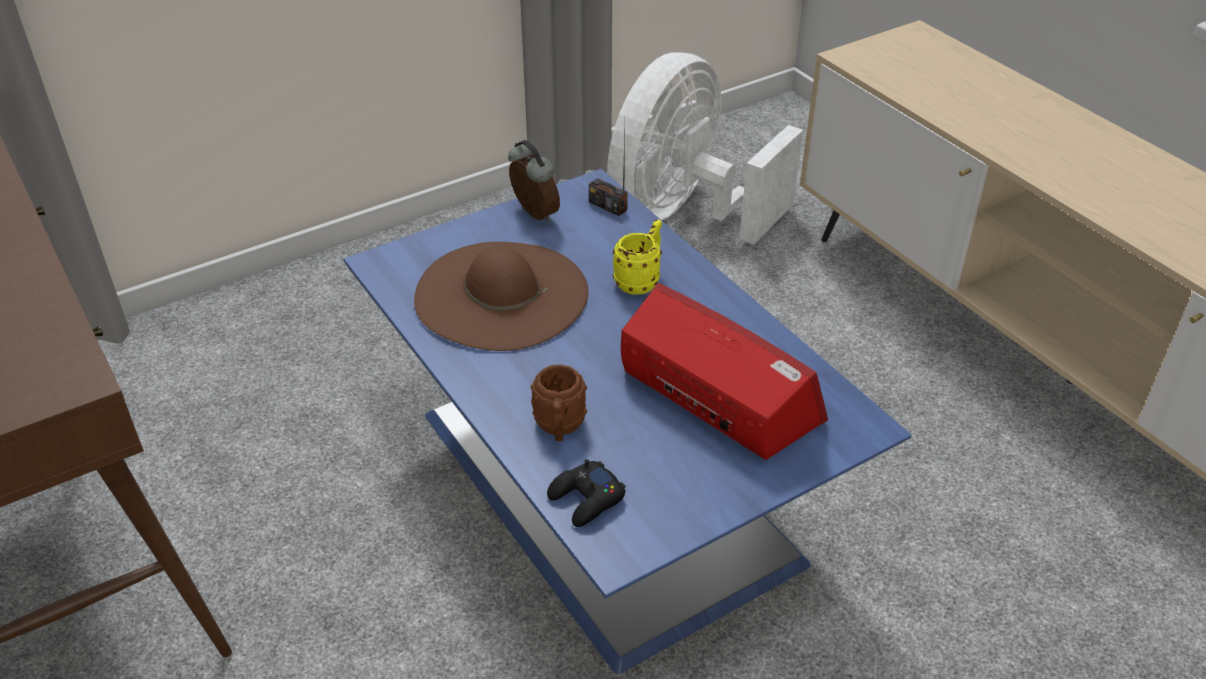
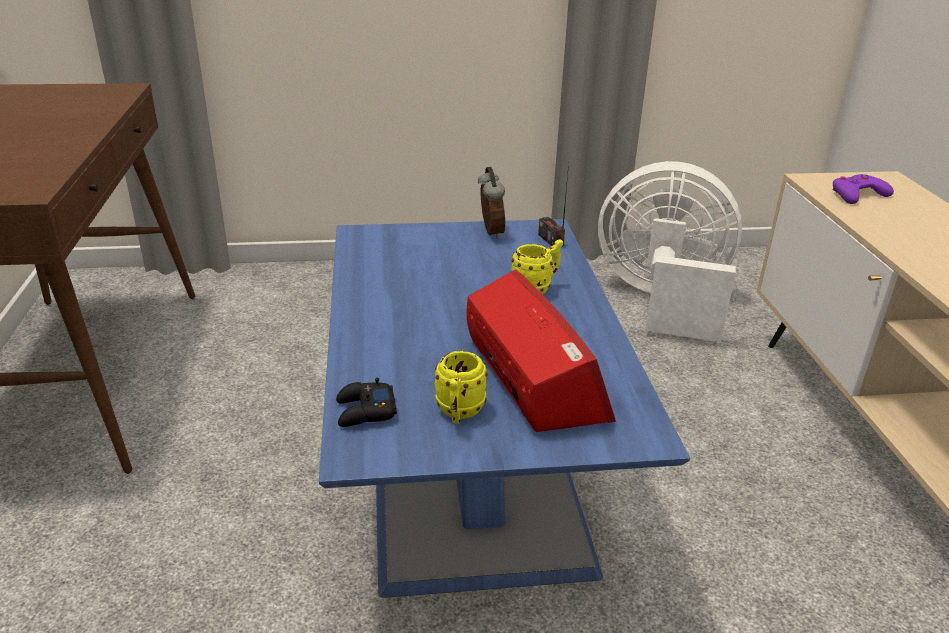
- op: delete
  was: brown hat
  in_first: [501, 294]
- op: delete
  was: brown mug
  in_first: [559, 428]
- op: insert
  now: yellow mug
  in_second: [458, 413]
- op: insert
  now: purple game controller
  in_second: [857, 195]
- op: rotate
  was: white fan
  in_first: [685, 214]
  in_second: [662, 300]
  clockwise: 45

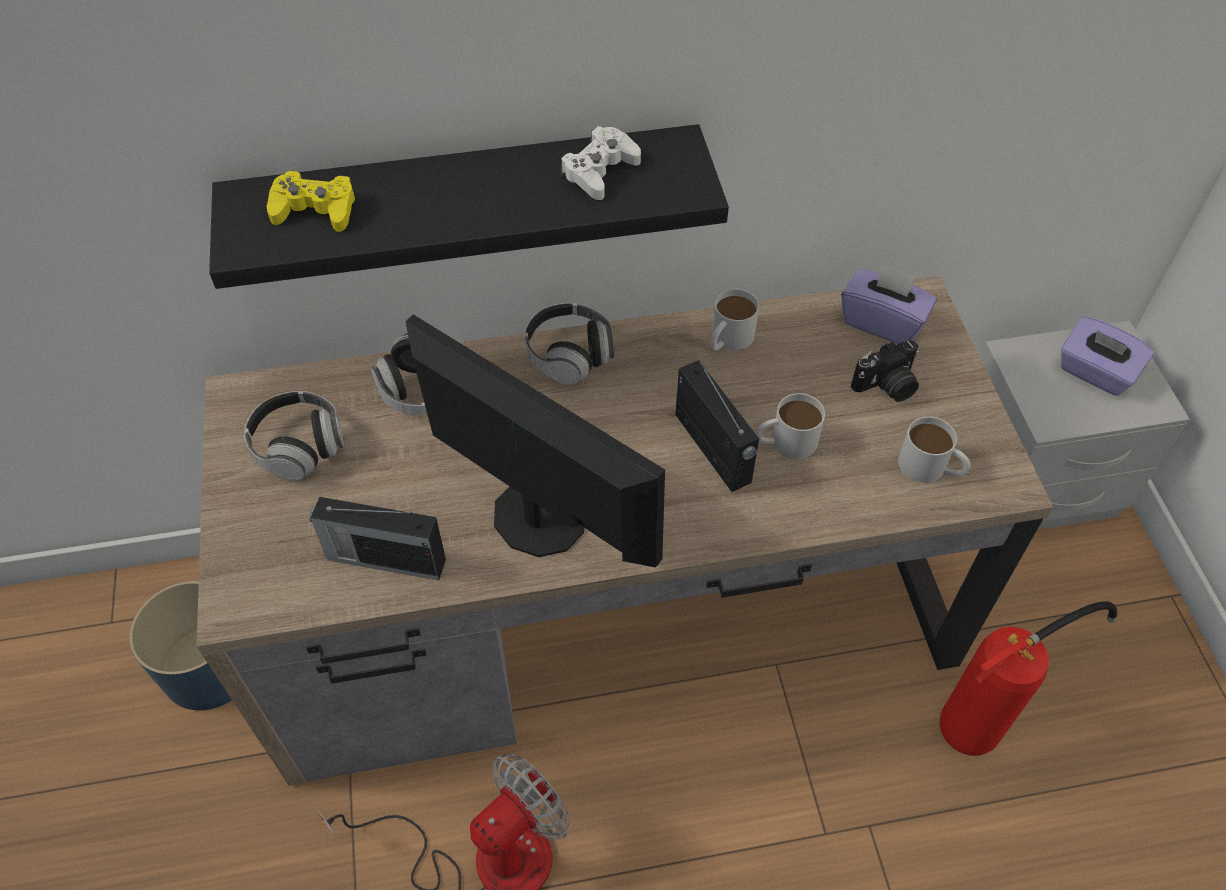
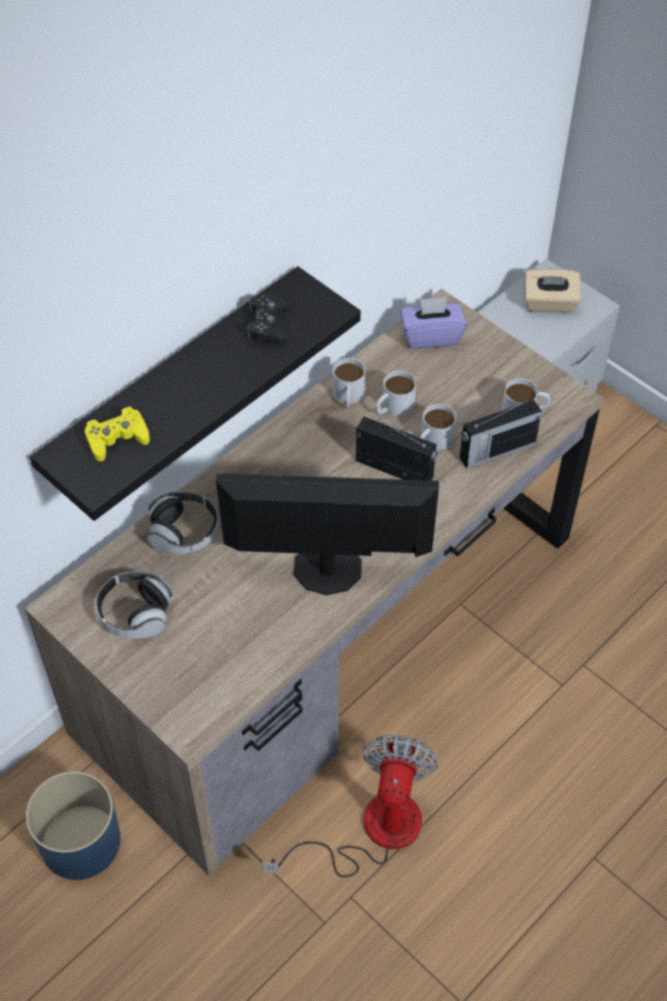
- op: delete
  was: headphones
  in_first: [569, 355]
- op: delete
  was: photo camera
  in_first: [887, 386]
- op: delete
  was: fire extinguisher
  in_first: [995, 712]
- op: insert
  now: white mug
  in_second: [393, 407]
- op: move
  was: radio
  in_first: [384, 558]
  in_second: [496, 451]
- op: recolor
  was: white game controller
  now: black game controller
  in_first: [600, 171]
  in_second: [267, 325]
- op: recolor
  was: purple tissue box
  now: beige tissue box
  in_first: [1095, 373]
  in_second: [549, 303]

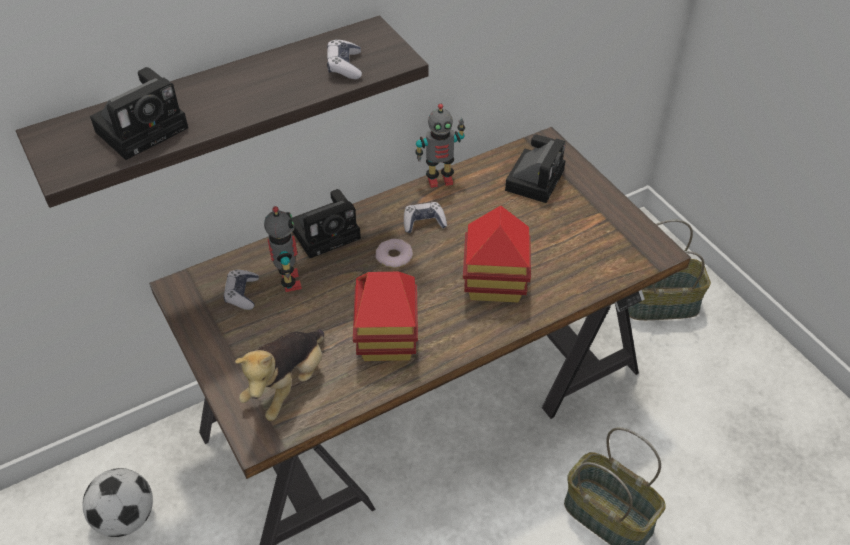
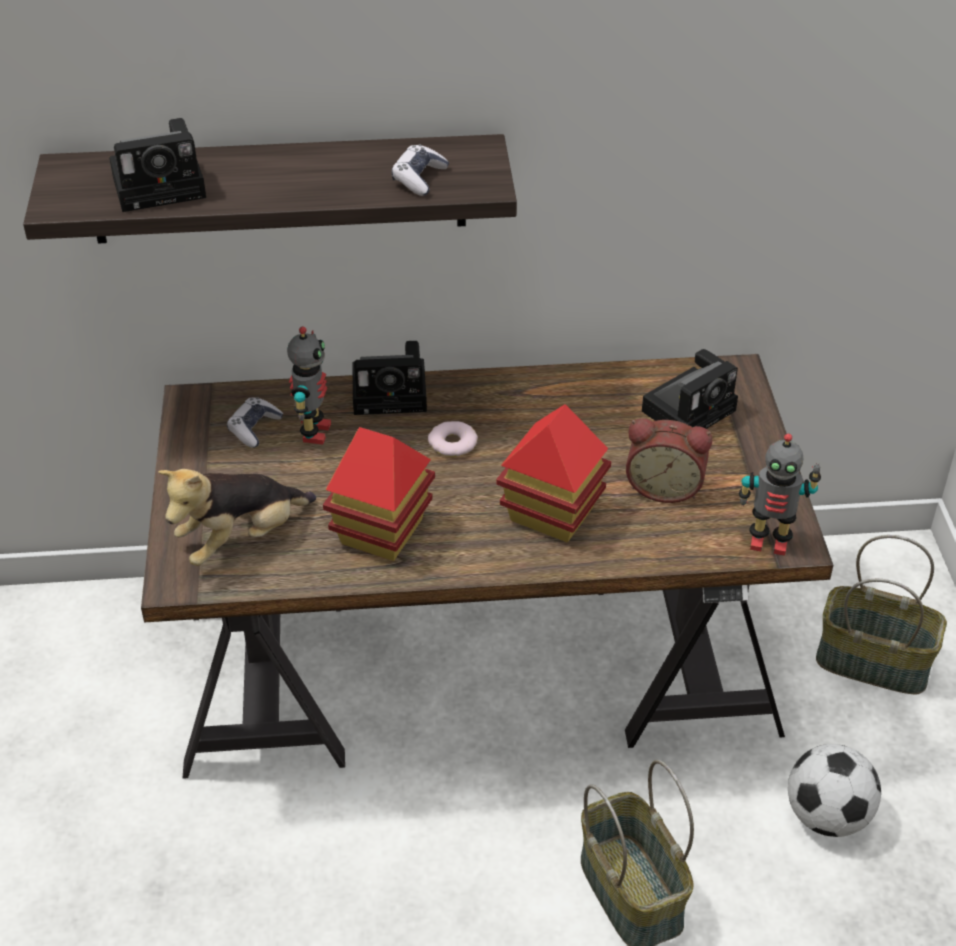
- op: delete
  was: game controller
  in_first: [424, 222]
- op: insert
  now: alarm clock
  in_second: [664, 486]
- op: move
  was: football
  in_first: [126, 518]
  in_second: [827, 816]
- op: move
  was: toy robot
  in_first: [439, 179]
  in_second: [769, 542]

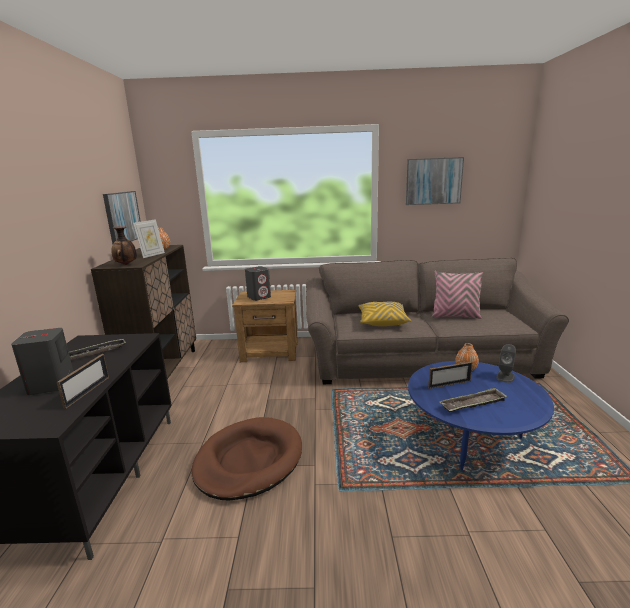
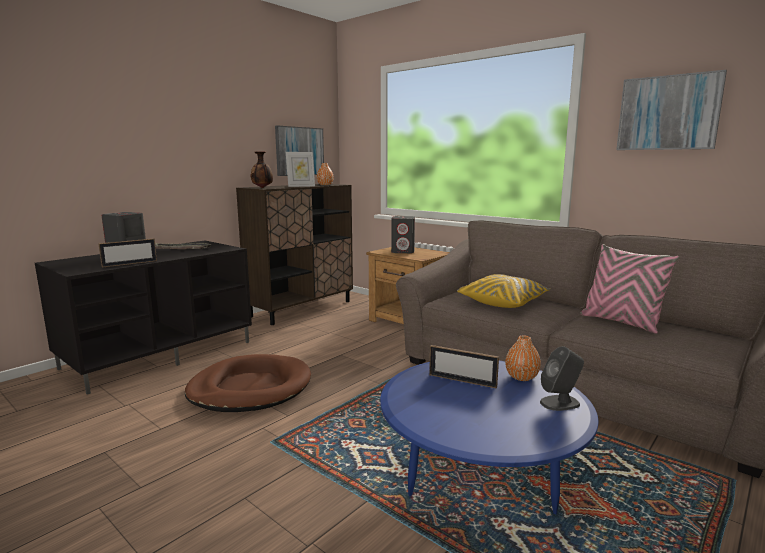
- op: delete
  was: tray
  in_first: [473, 404]

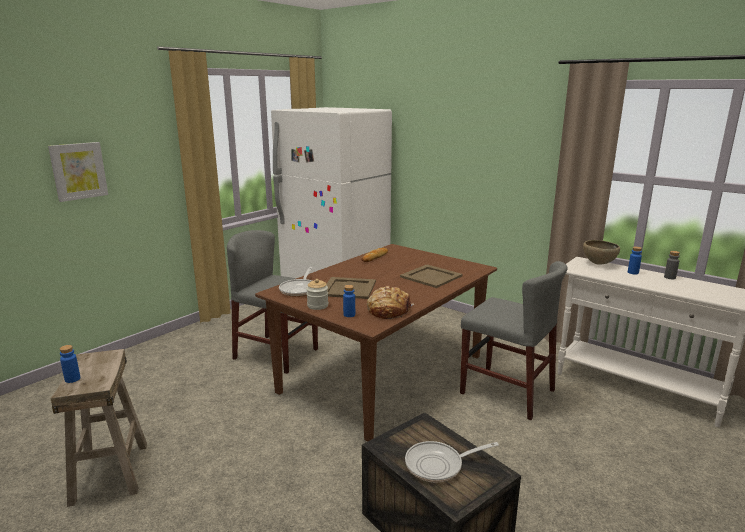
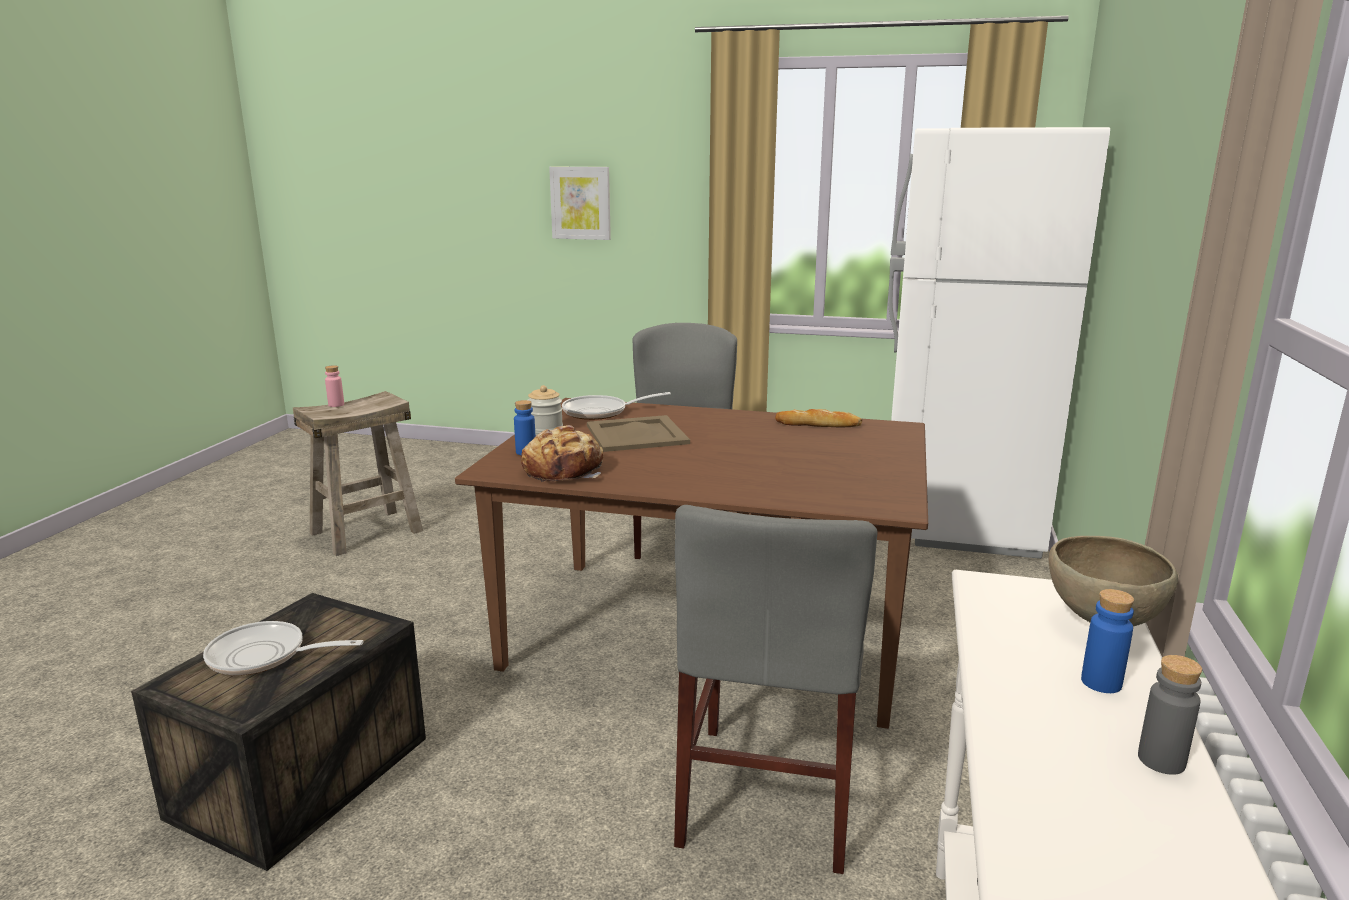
- op: delete
  was: beige tray
  in_first: [431, 276]
- op: recolor
  was: blue bottle
  now: pink bottle
  in_first: [72, 379]
  in_second: [336, 405]
- op: rotate
  was: frying pan
  in_first: [438, 465]
  in_second: [264, 656]
  clockwise: -45

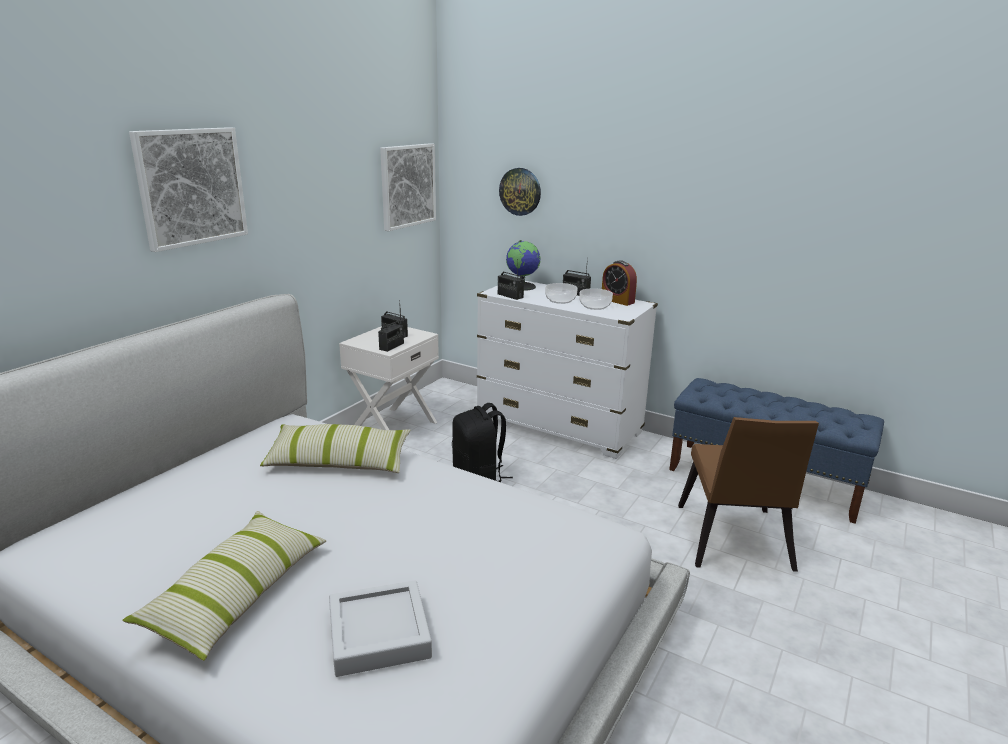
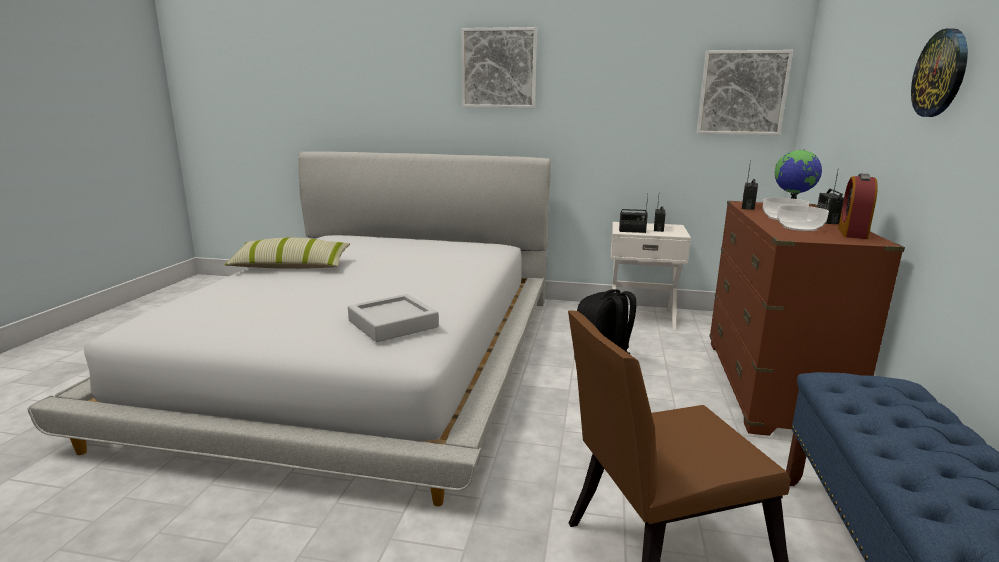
- op: delete
  was: pillow
  in_first: [338, 462]
- op: move
  was: grey tray
  in_first: [379, 634]
  in_second: [393, 324]
- op: move
  was: wall clock
  in_first: [520, 191]
  in_second: [940, 73]
- op: recolor
  was: white dresser
  now: brown dresser
  in_first: [559, 426]
  in_second: [770, 387]

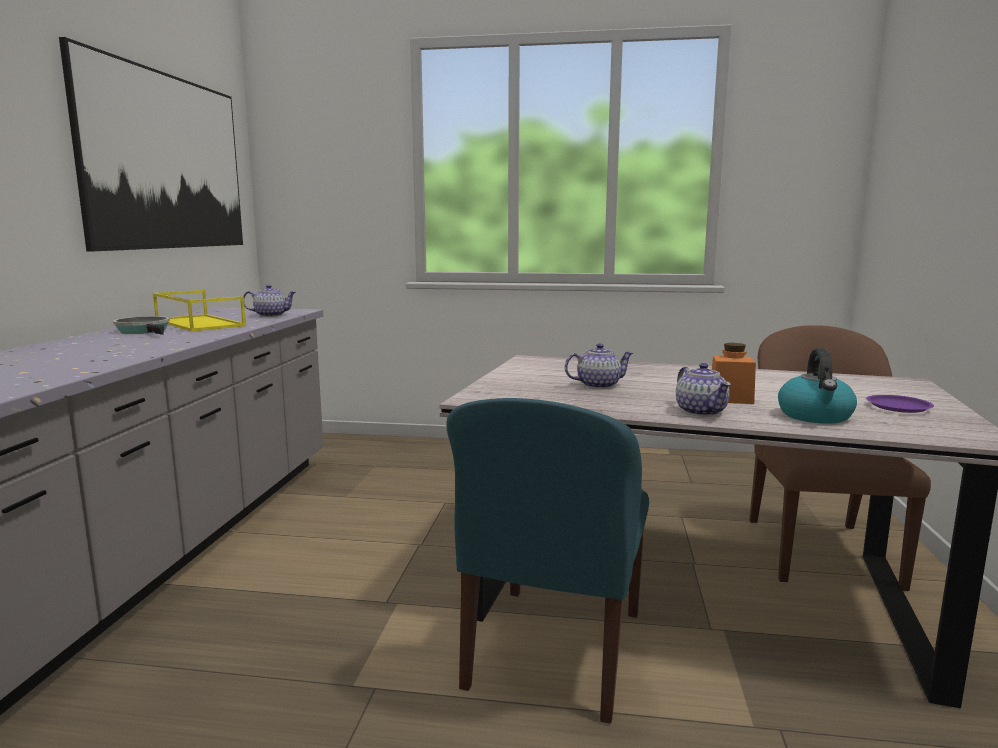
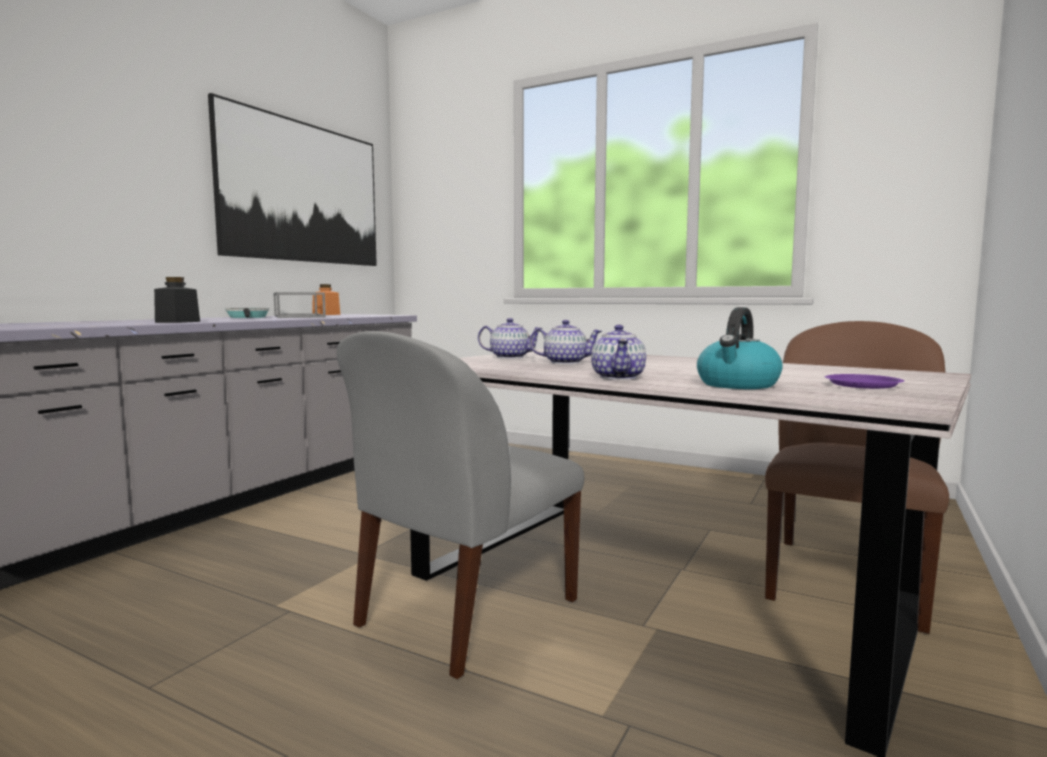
- op: insert
  now: black jar
  in_second: [178, 322]
- op: move
  was: teapot
  in_first: [270, 315]
  in_second: [509, 357]
- op: move
  was: orange jar
  in_first: [730, 399]
  in_second: [326, 314]
- op: recolor
  was: yellow tray
  now: grey tray
  in_first: [197, 323]
  in_second: [297, 316]
- op: recolor
  was: blue chair
  now: grey chair
  in_first: [553, 652]
  in_second: [464, 614]

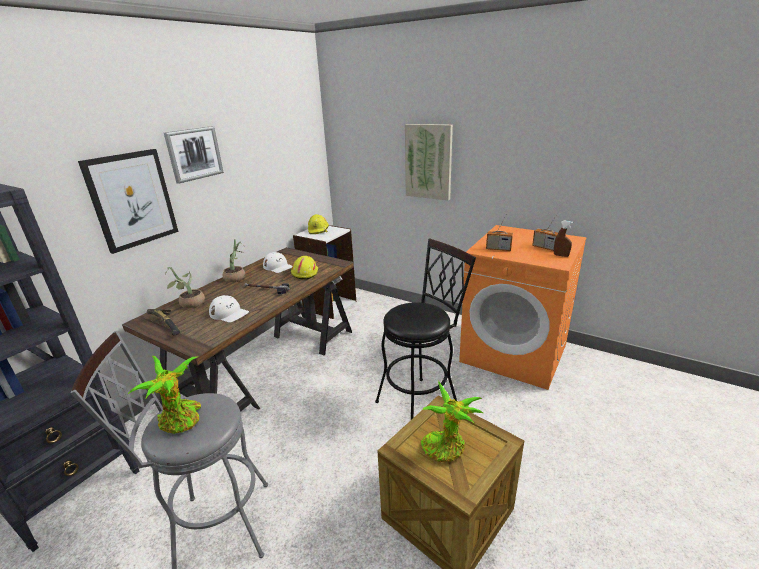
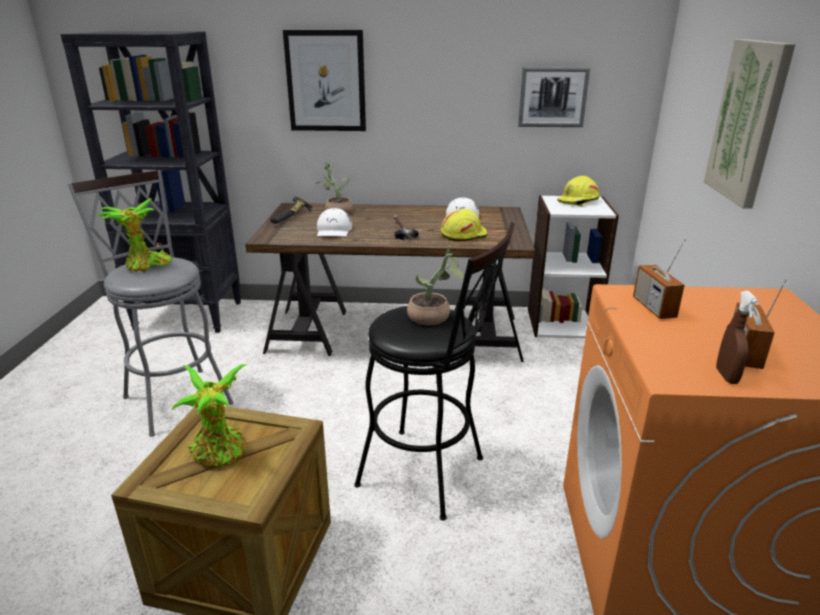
- op: move
  was: picture
  in_first: [194, 154]
  in_second: [552, 97]
- op: move
  was: potted plant
  in_first: [237, 277]
  in_second: [434, 317]

